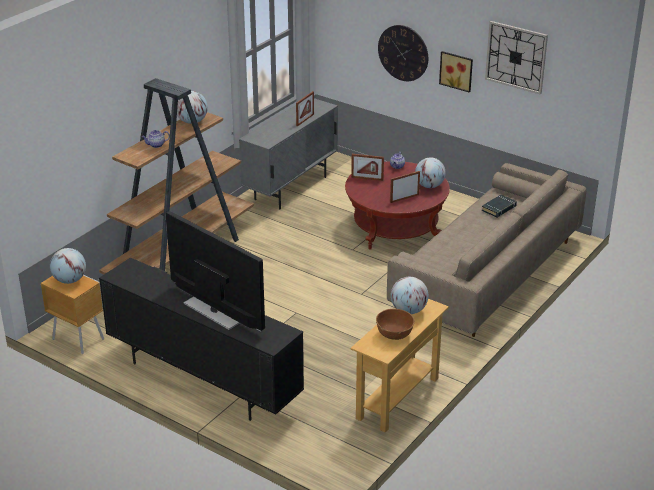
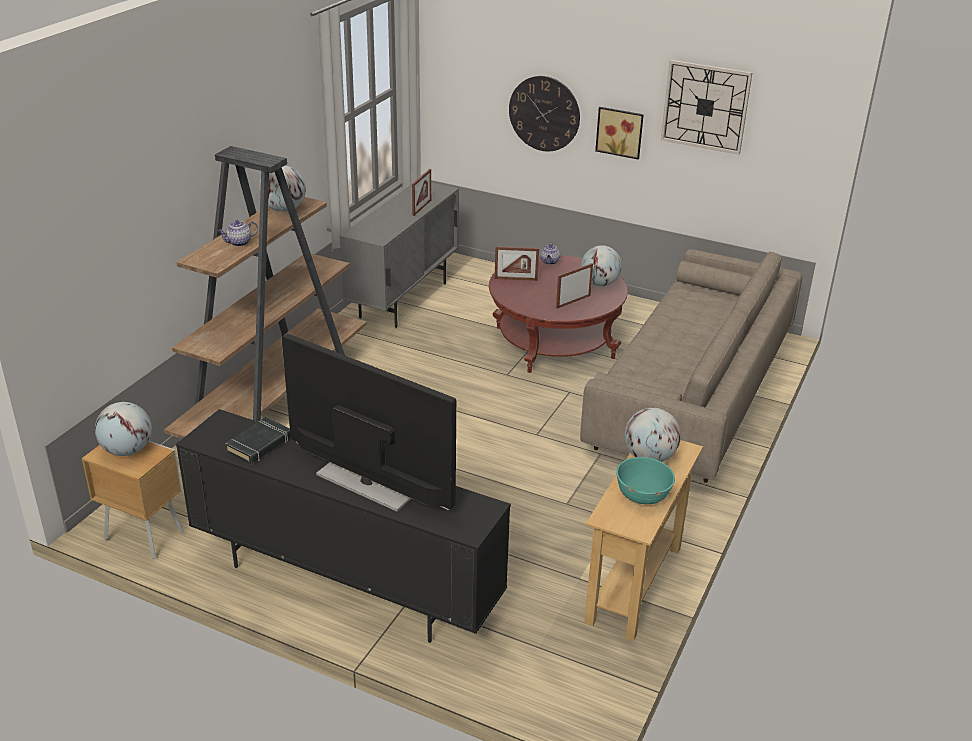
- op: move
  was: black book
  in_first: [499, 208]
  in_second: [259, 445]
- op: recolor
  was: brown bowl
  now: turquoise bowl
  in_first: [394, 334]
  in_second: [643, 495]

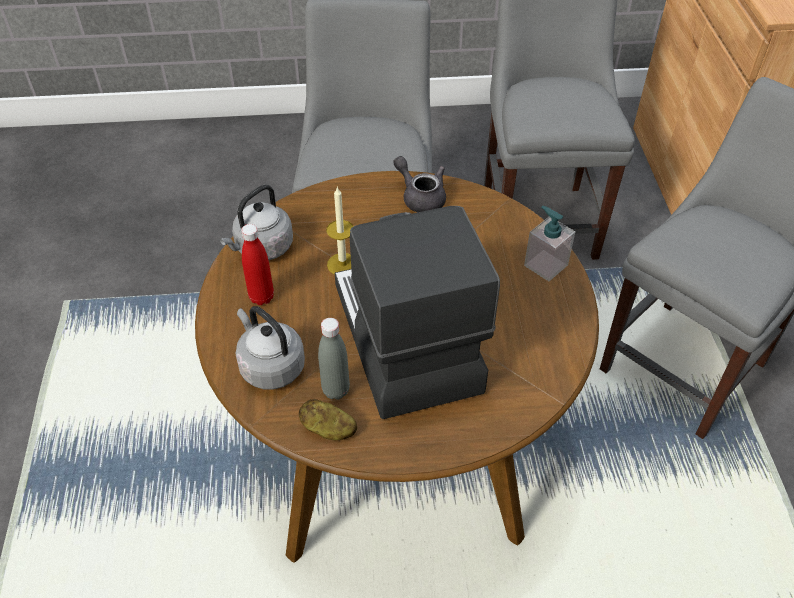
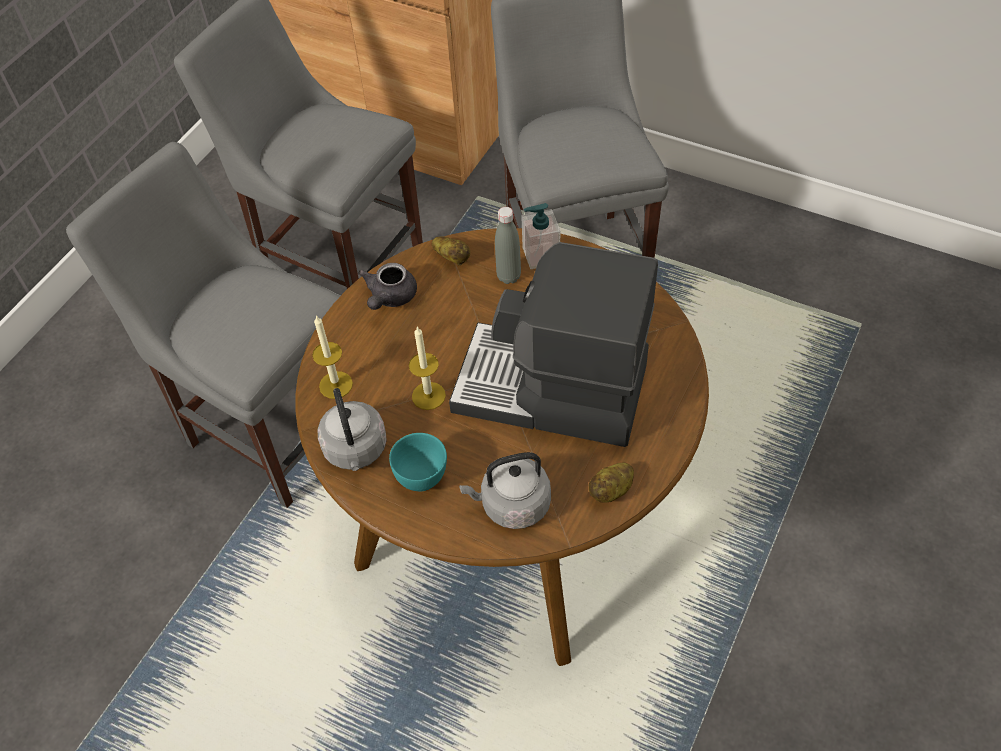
- op: insert
  now: candle
  in_second: [336, 385]
- op: insert
  now: potato
  in_second: [452, 258]
- op: move
  was: grey bottle
  in_first: [336, 390]
  in_second: [509, 276]
- op: replace
  was: red bottle
  now: turquoise bowl
  in_first: [261, 297]
  in_second: [422, 477]
- op: rotate
  was: grey teapot
  in_first: [420, 197]
  in_second: [390, 298]
  clockwise: -60

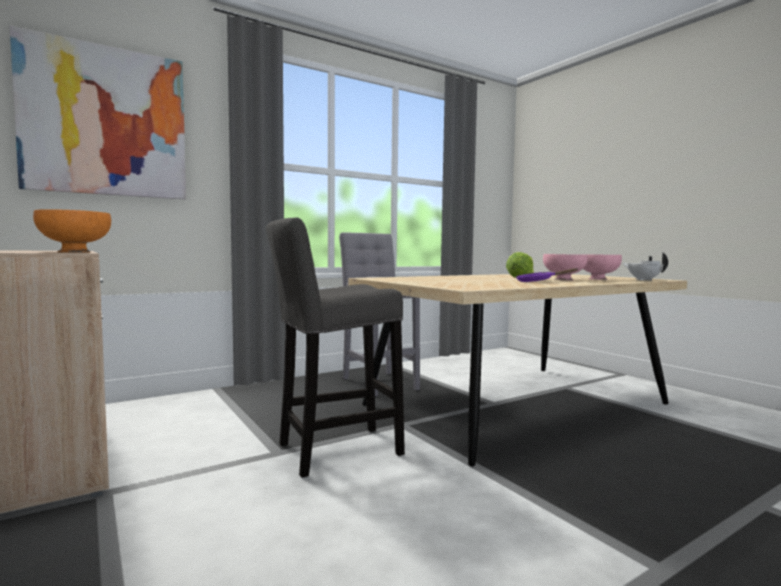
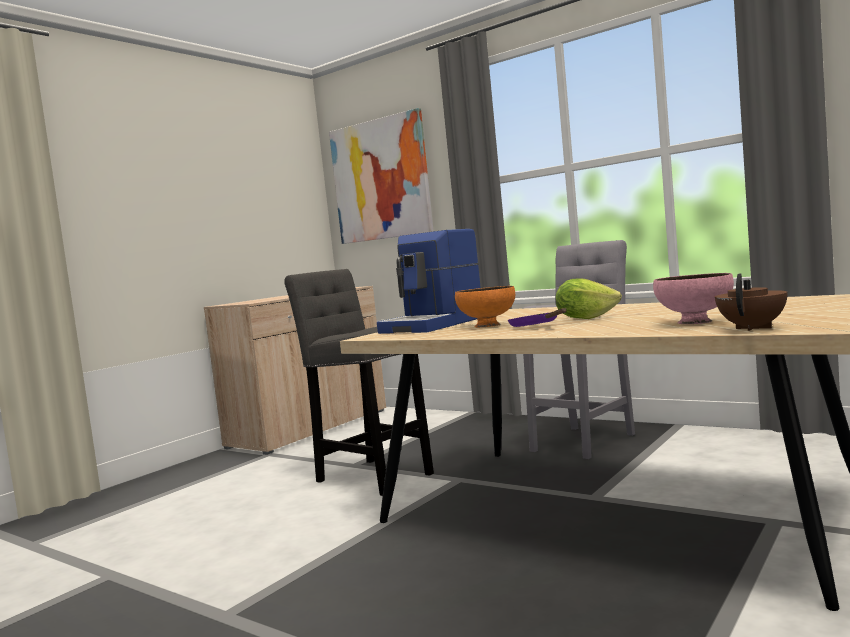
- op: delete
  was: pink bowl
  in_first: [563, 280]
- op: insert
  now: coffee machine
  in_second: [434, 325]
- op: move
  was: orange bowl
  in_first: [75, 252]
  in_second: [487, 325]
- op: recolor
  was: white teapot
  now: brown teapot
  in_first: [643, 280]
  in_second: [753, 328]

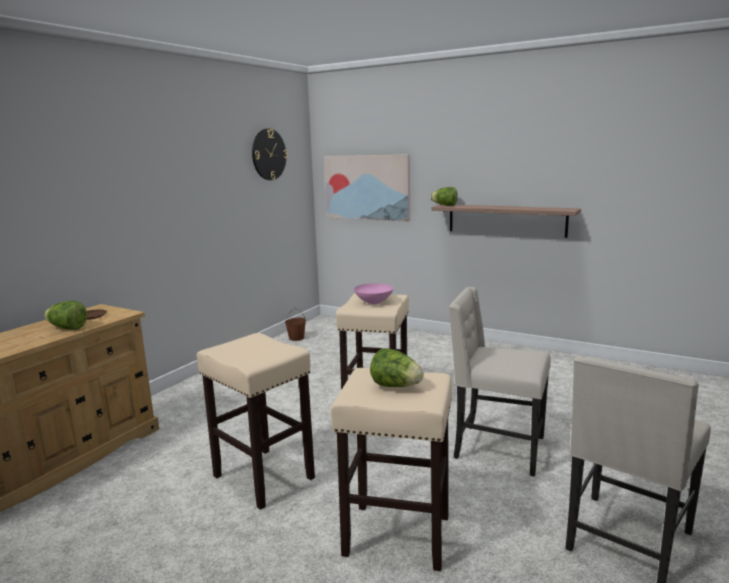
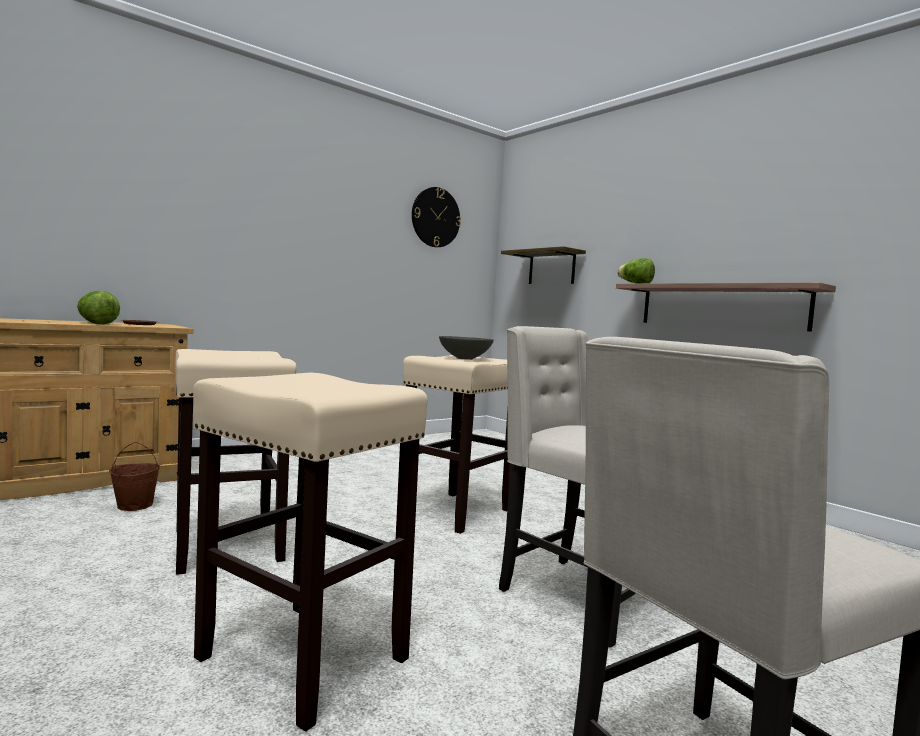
- op: delete
  was: lettuce
  in_first: [396, 386]
- op: move
  was: brown bucket
  in_first: [296, 338]
  in_second: [135, 505]
- op: replace
  was: picture
  now: shelf
  in_first: [367, 187]
  in_second: [551, 268]
- op: recolor
  was: pink bowl
  now: grey bowl
  in_first: [374, 302]
  in_second: [465, 358]

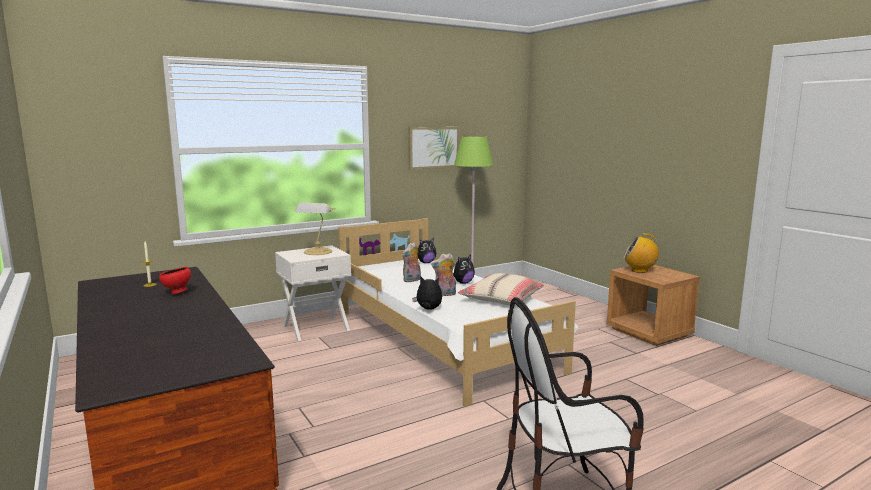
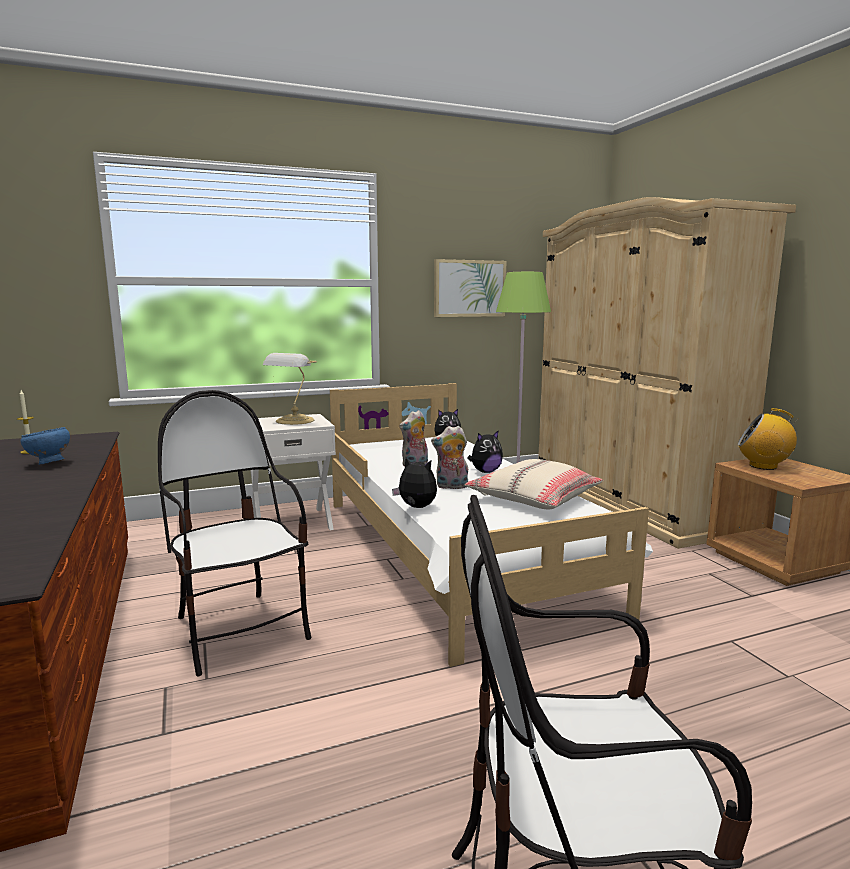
- op: insert
  now: chair
  in_second: [239, 630]
- op: insert
  now: beige wardrobe
  in_second: [628, 501]
- op: recolor
  was: red bowl
  now: blue bowl
  in_first: [177, 293]
  in_second: [48, 464]

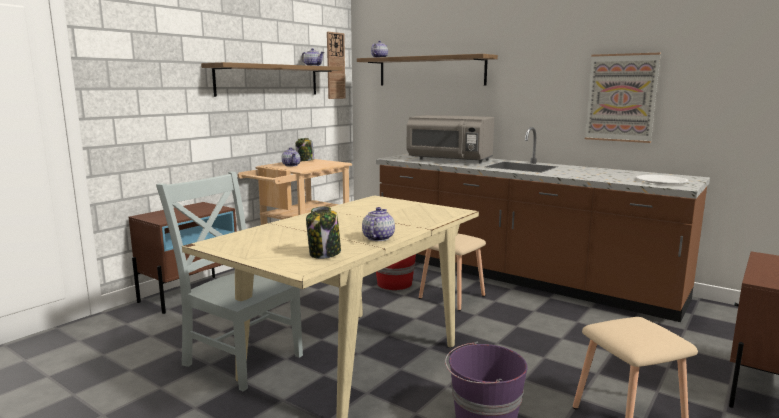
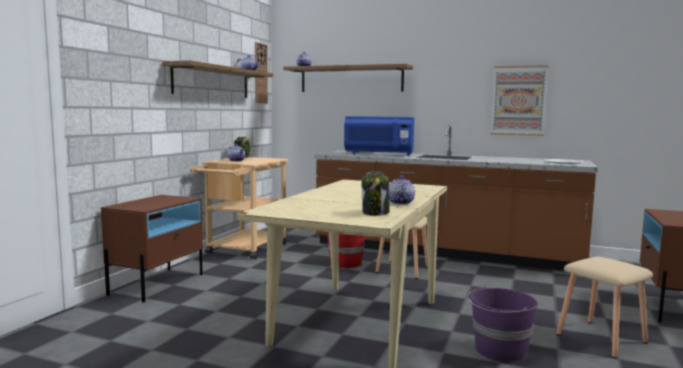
- op: delete
  was: grey chair
  in_first: [240, 358]
- op: recolor
  was: grey microwave
  now: blue microwave
  in_first: [450, 160]
  in_second: [379, 154]

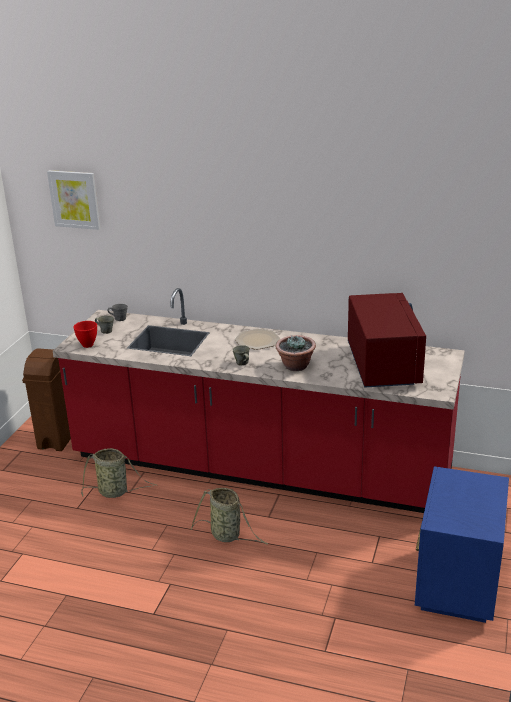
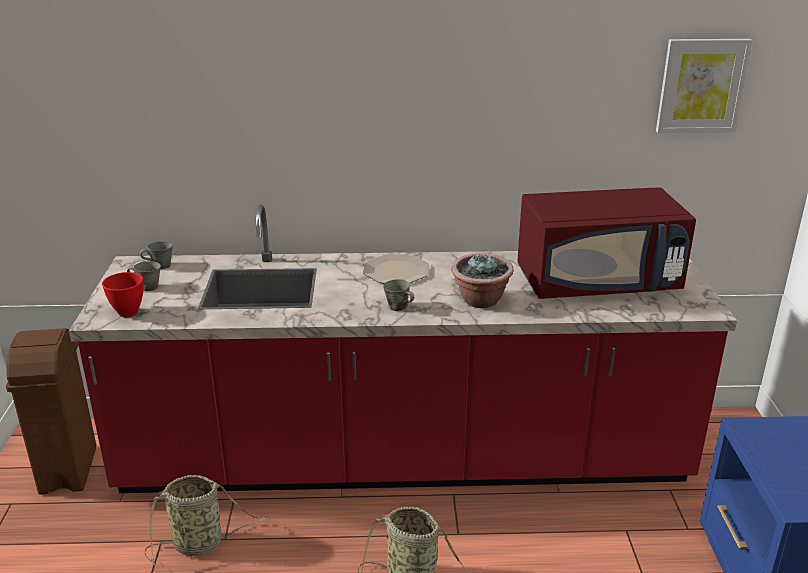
- op: move
  was: picture
  in_first: [75, 199]
  in_second: [701, 86]
- op: rotate
  was: red microwave
  in_first: [382, 365]
  in_second: [597, 282]
  clockwise: 105

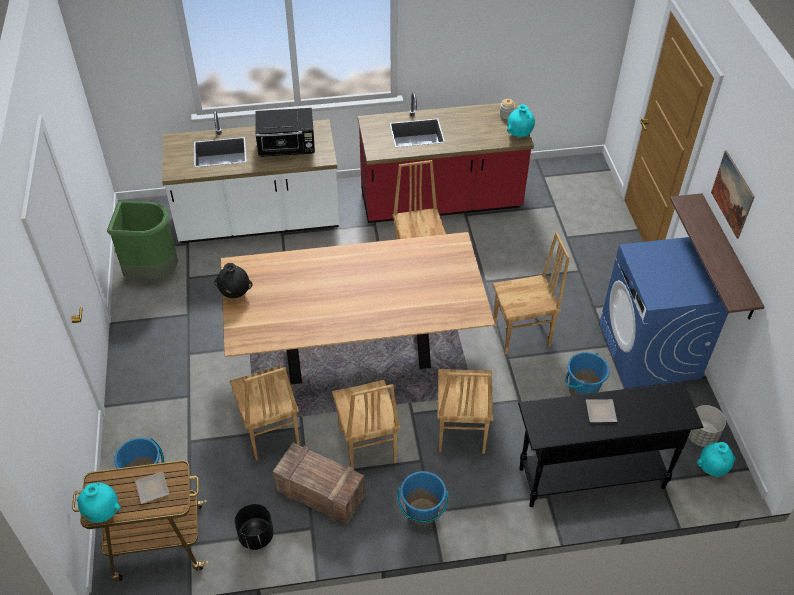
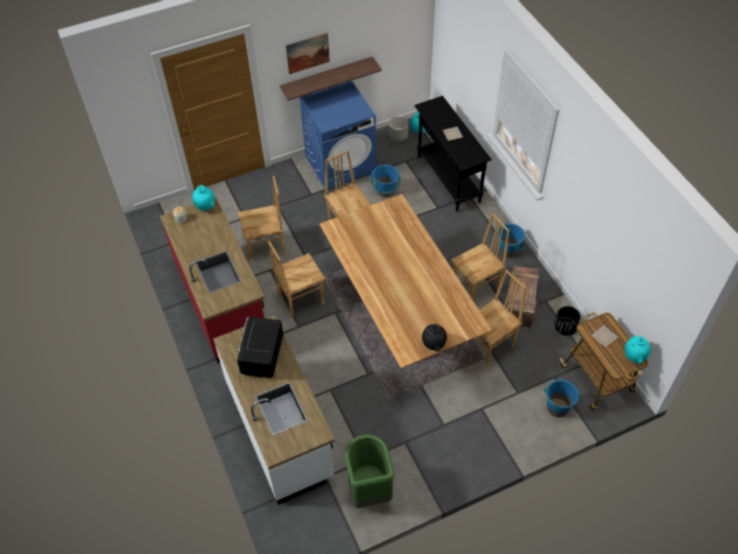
- op: move
  was: brown chair
  in_first: [460, 431]
  in_second: [266, 248]
- op: rotate
  was: black microwave
  in_first: [287, 148]
  in_second: [262, 357]
  clockwise: -150

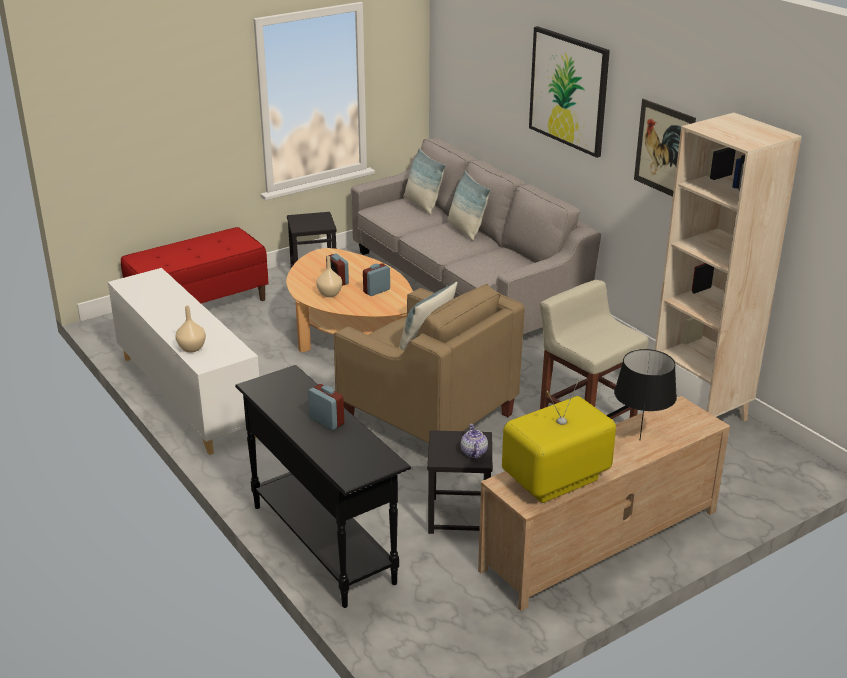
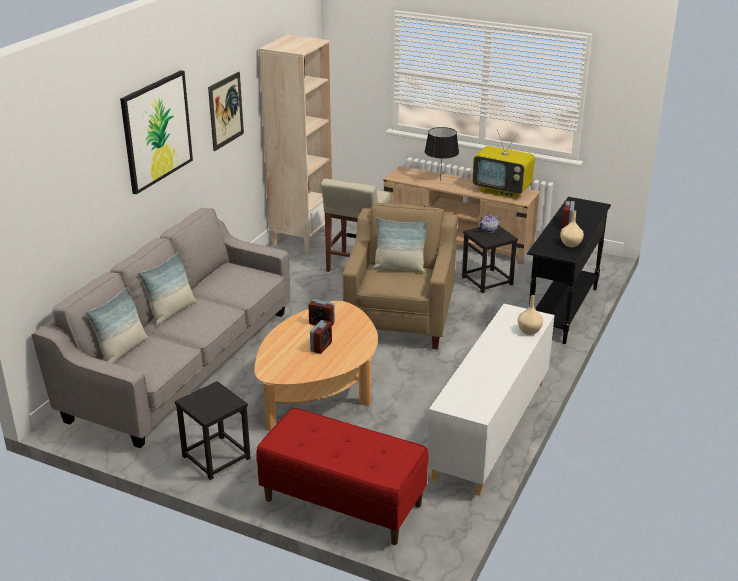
- op: move
  was: beige vase
  in_first: [329, 294]
  in_second: [570, 244]

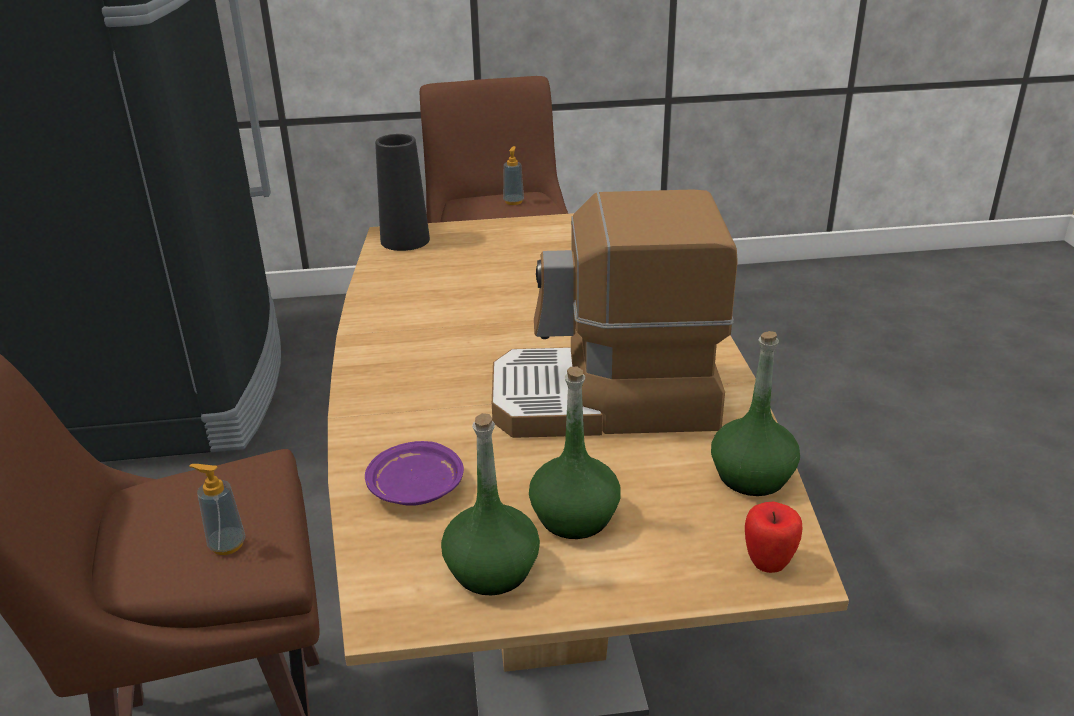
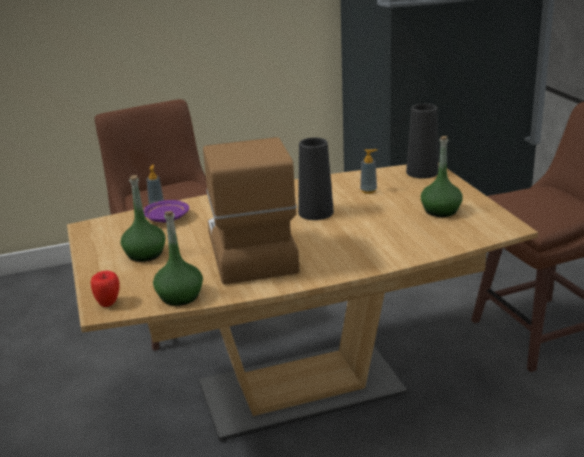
- op: insert
  now: black vase
  in_second: [316, 212]
- op: move
  was: green bottle
  in_first: [492, 570]
  in_second: [440, 211]
- op: move
  was: soap dispenser
  in_first: [513, 202]
  in_second: [368, 191]

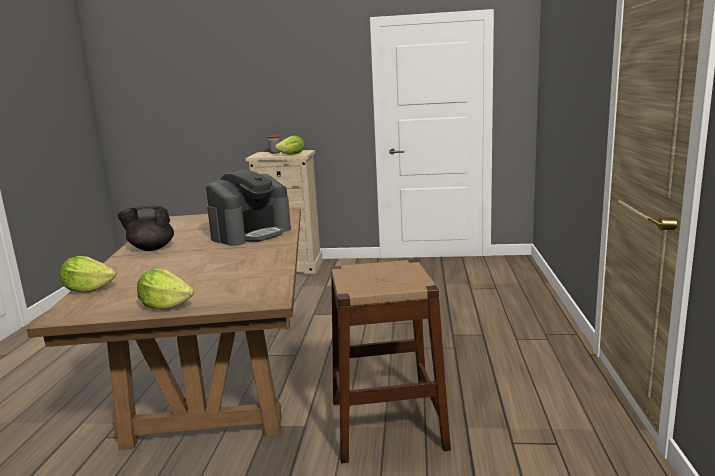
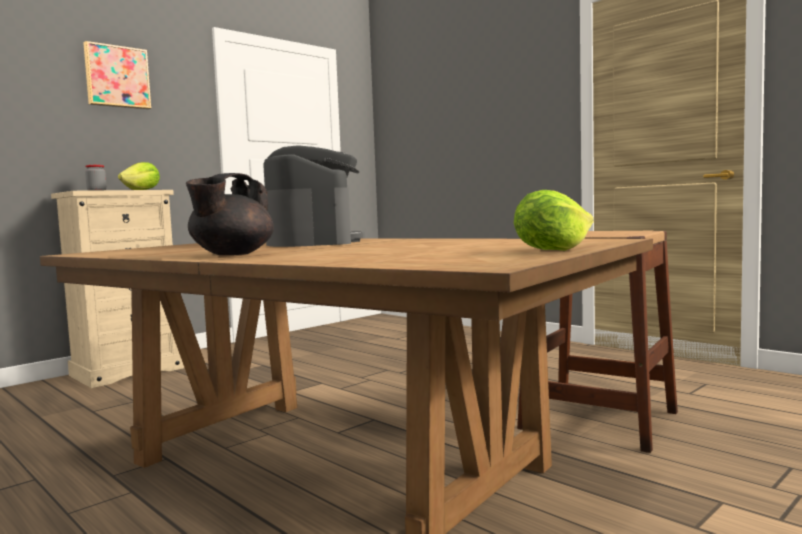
- op: delete
  was: lettuce
  in_first: [88, 289]
- op: insert
  now: picture
  in_second: [117, 77]

